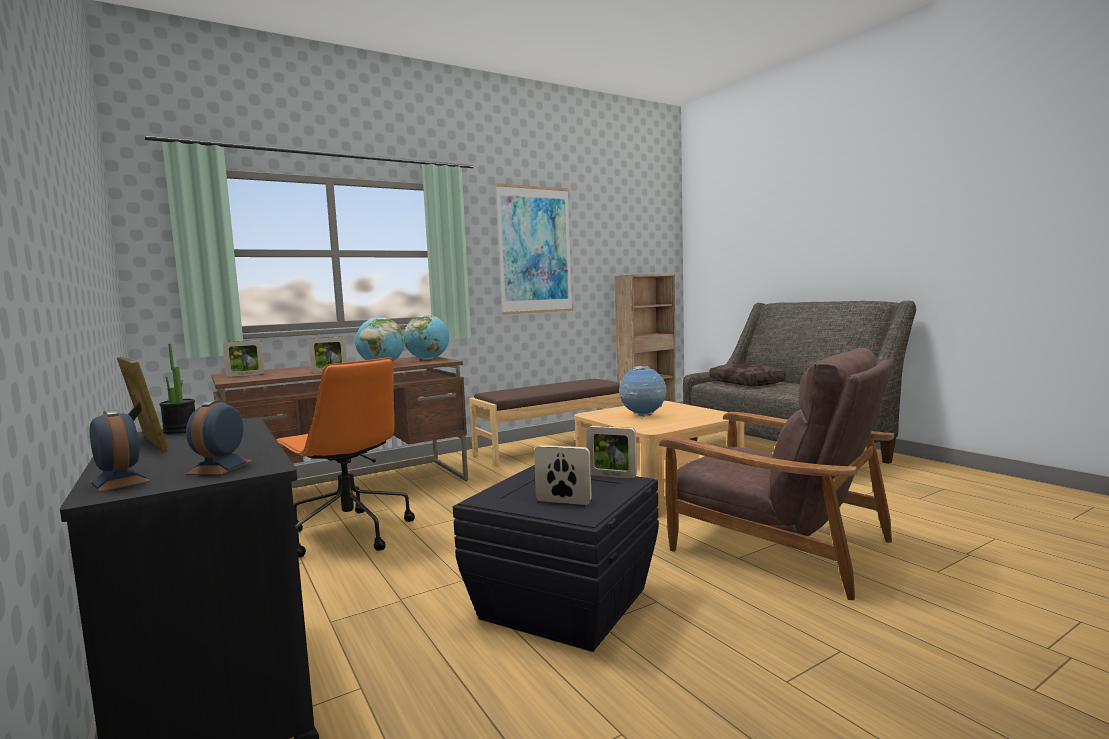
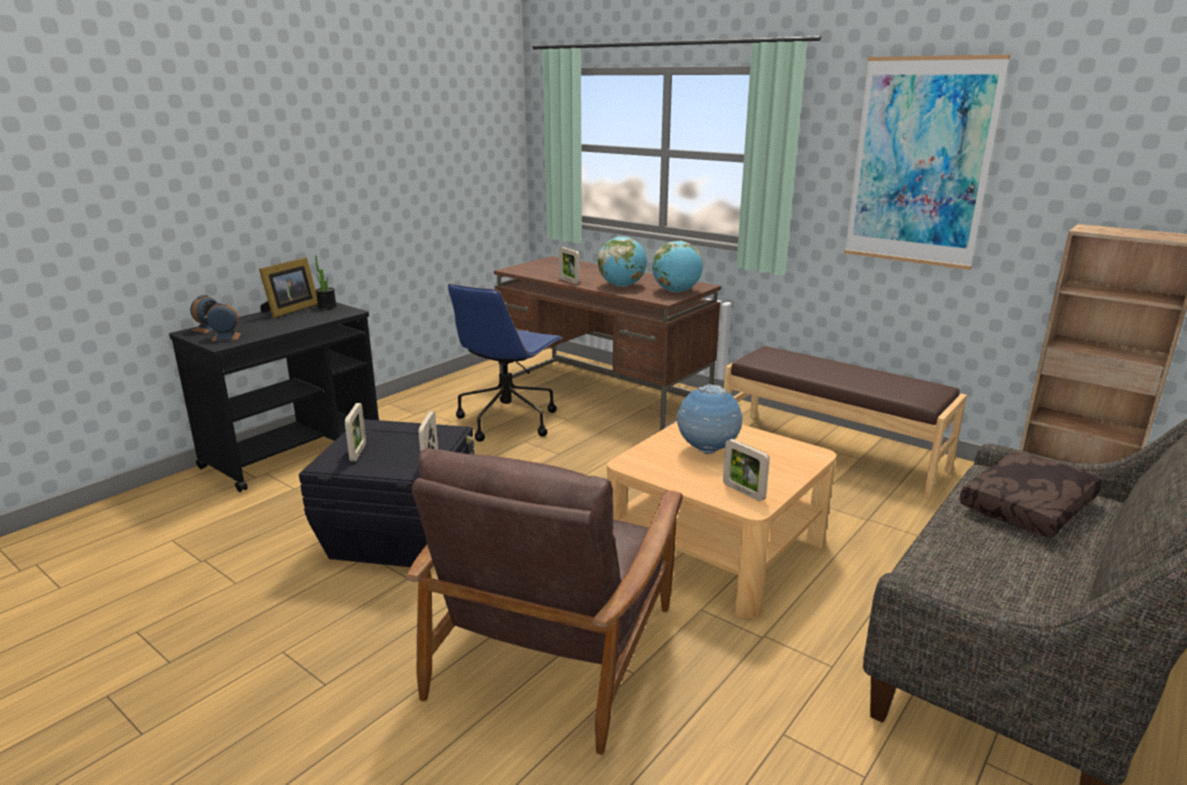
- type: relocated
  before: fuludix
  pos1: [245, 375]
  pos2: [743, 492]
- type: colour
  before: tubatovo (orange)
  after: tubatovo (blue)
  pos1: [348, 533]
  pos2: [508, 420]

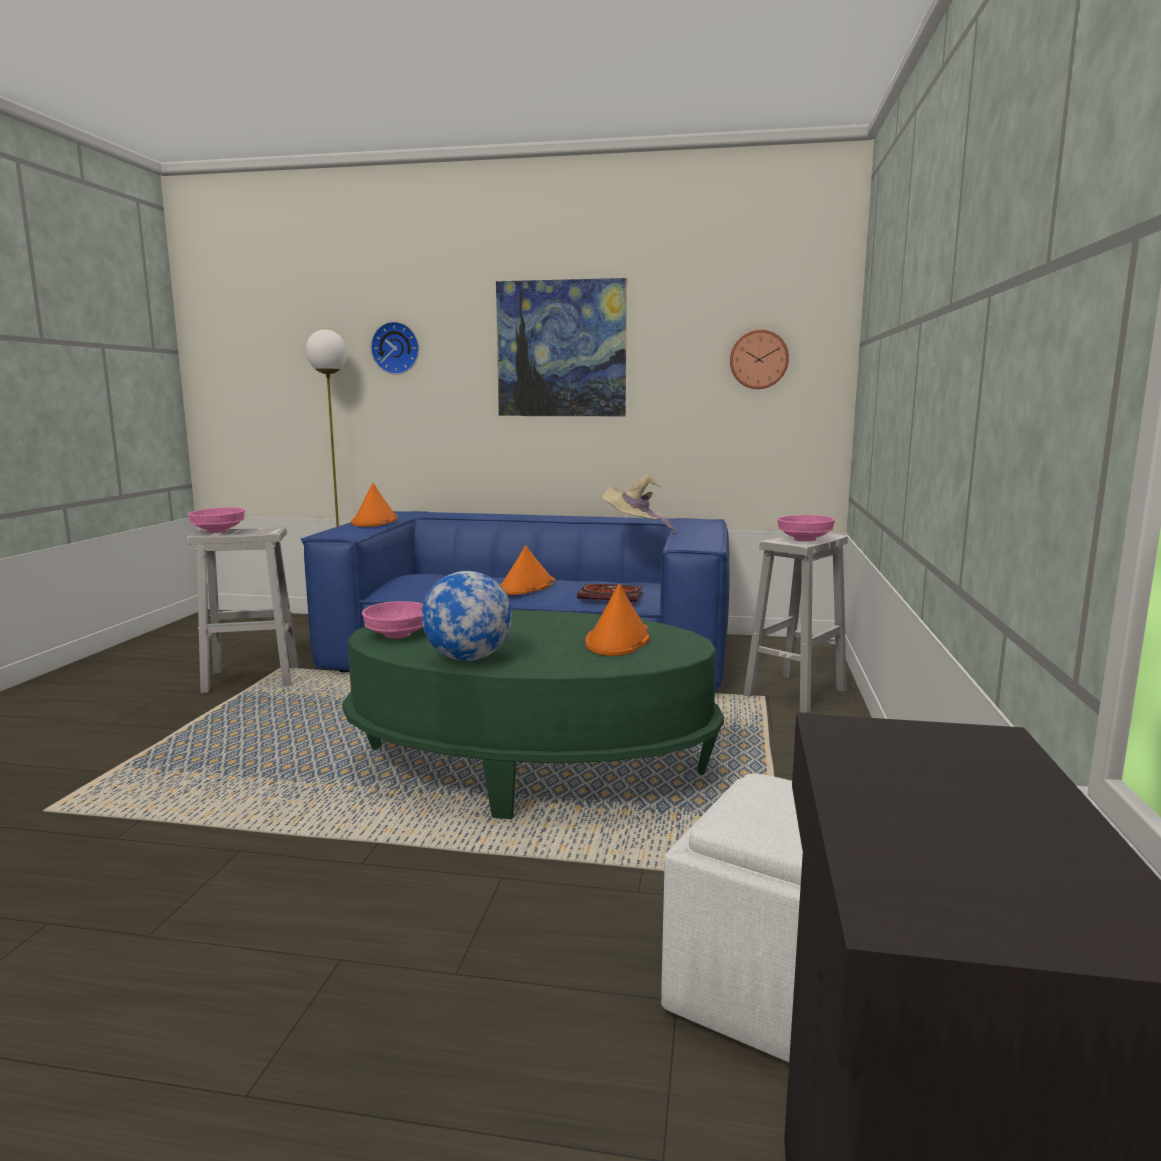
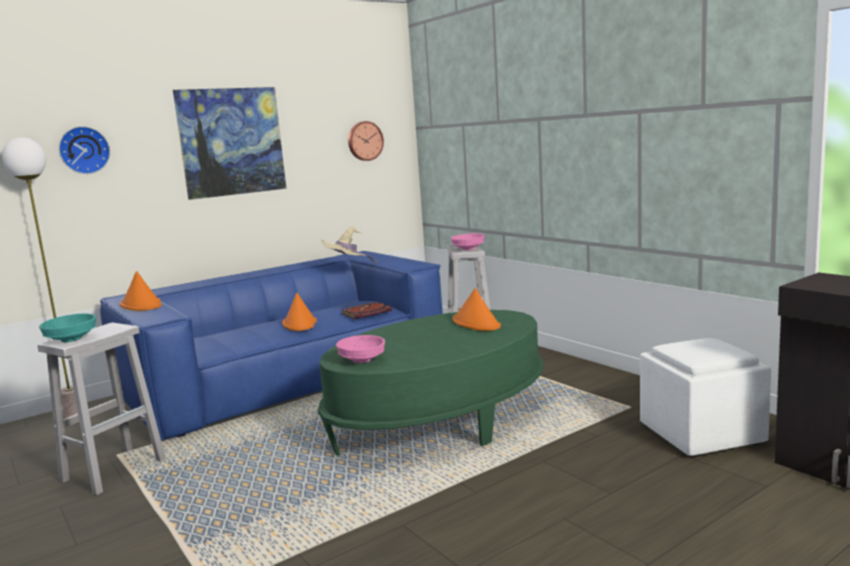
- type: colour
  before: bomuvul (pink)
  after: bomuvul (turquoise)
  pos1: [218, 531]
  pos2: [70, 339]
- type: missing
  before: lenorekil
  pos1: [468, 659]

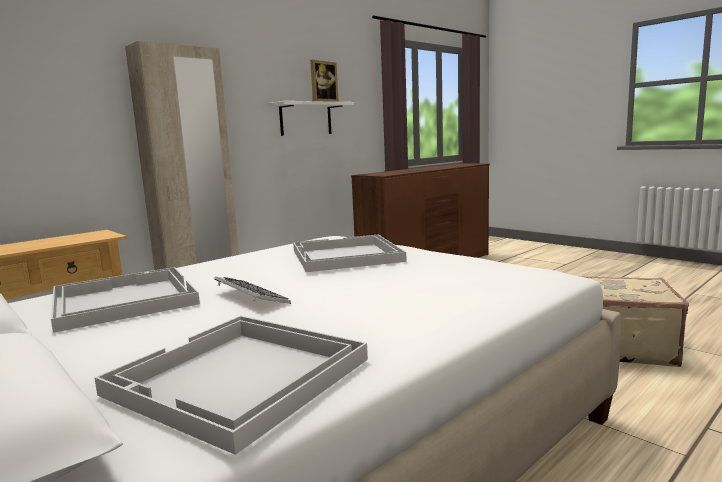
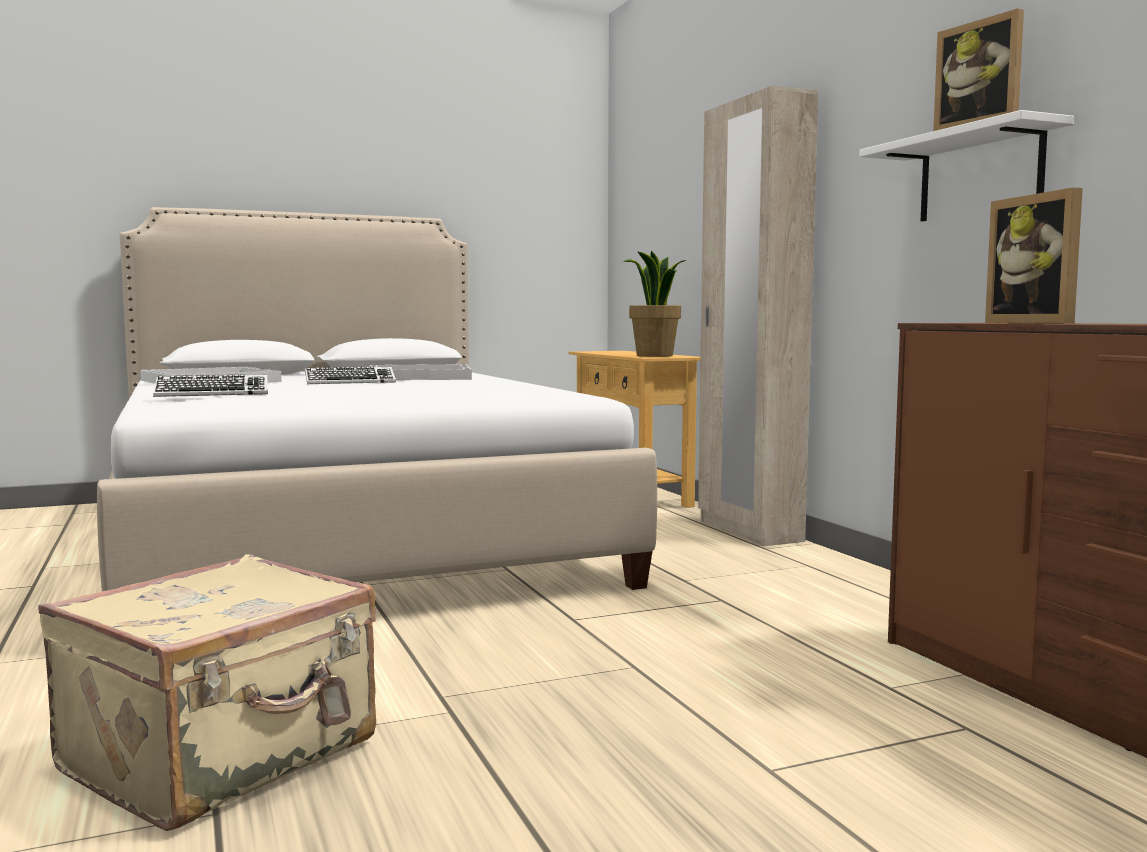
- type: missing
  before: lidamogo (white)
  pos1: [345, 256]
- type: appeared
  after: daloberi
  pos2: [212, 394]
- type: appeared
  after: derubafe
  pos2: [654, 356]
- type: appeared
  after: fuludix
  pos2: [1038, 323]

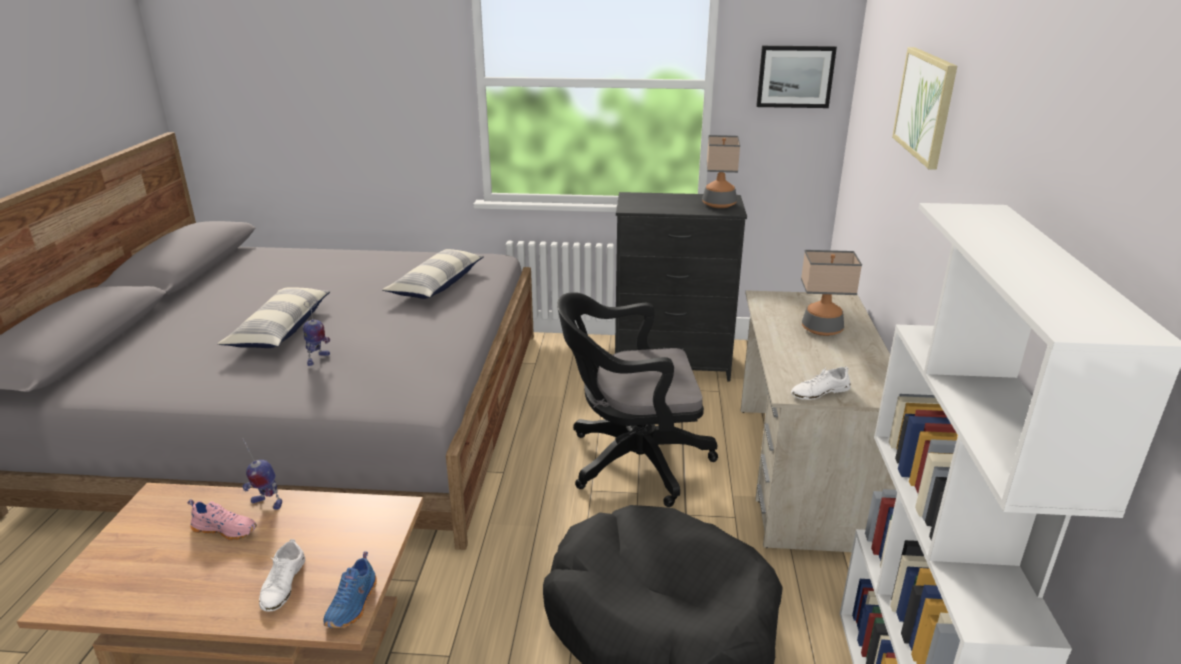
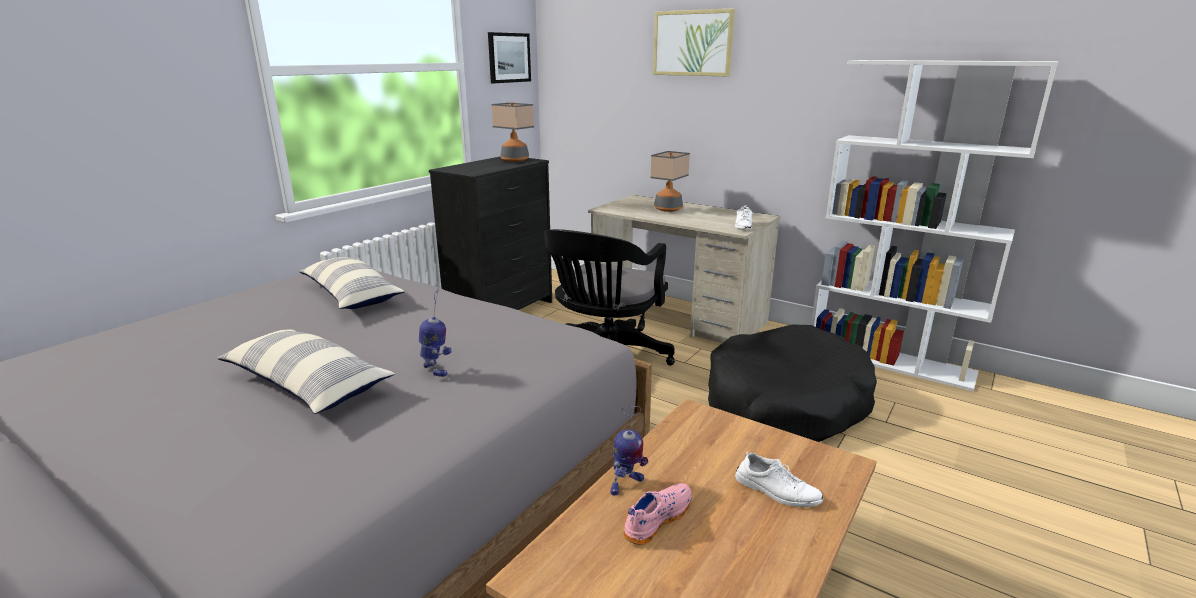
- type: missing
  before: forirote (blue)
  pos1: [353, 604]

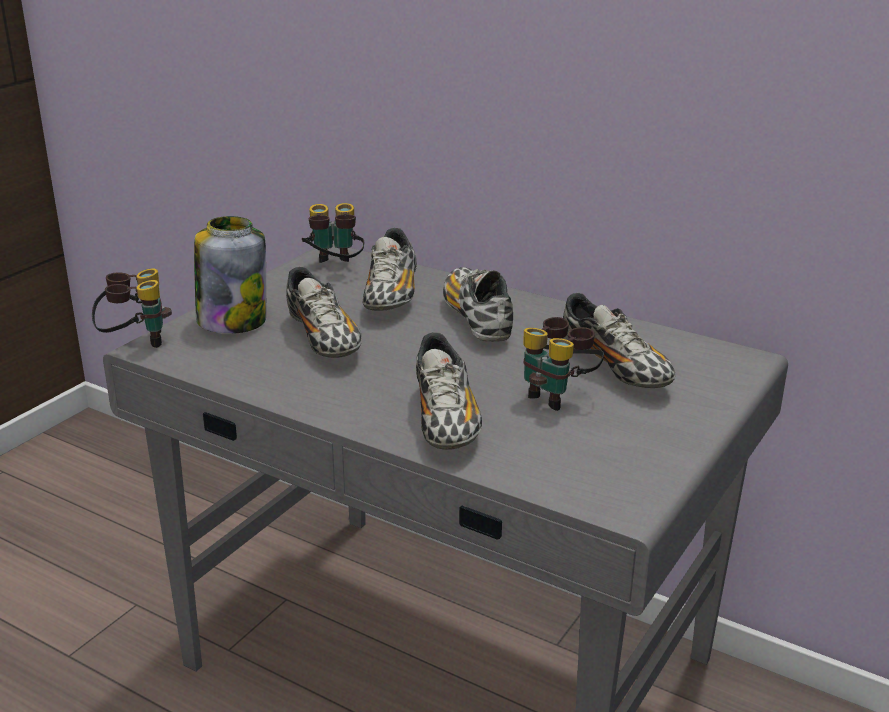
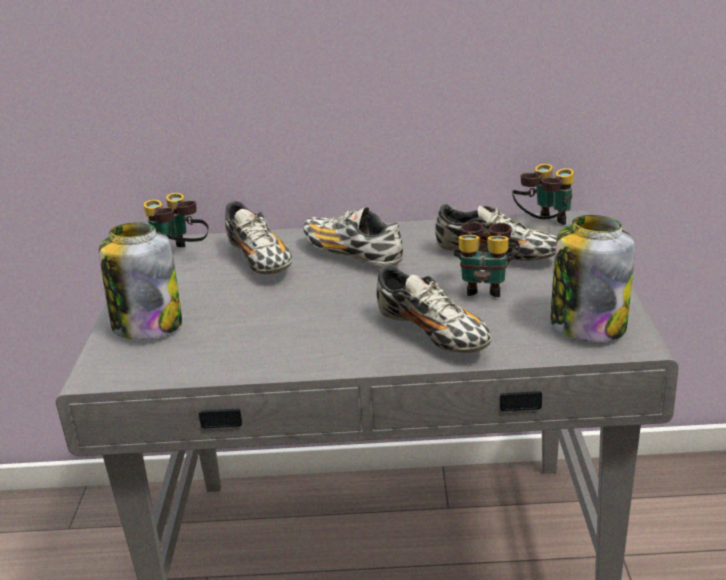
- type: relocated
  before: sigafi
  pos1: [136, 342]
  pos2: [543, 226]
- type: missing
  before: forirote
  pos1: [324, 340]
- type: appeared
  after: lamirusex
  pos2: [587, 325]

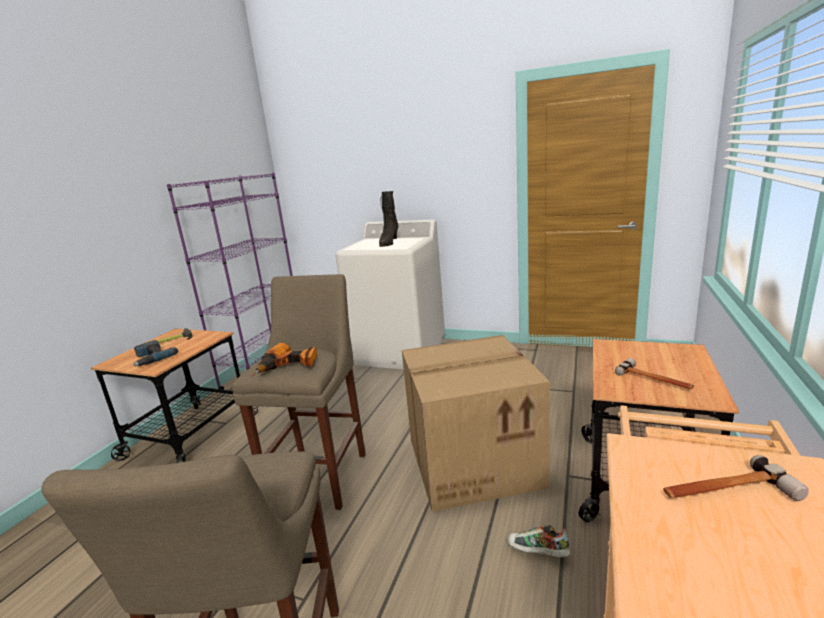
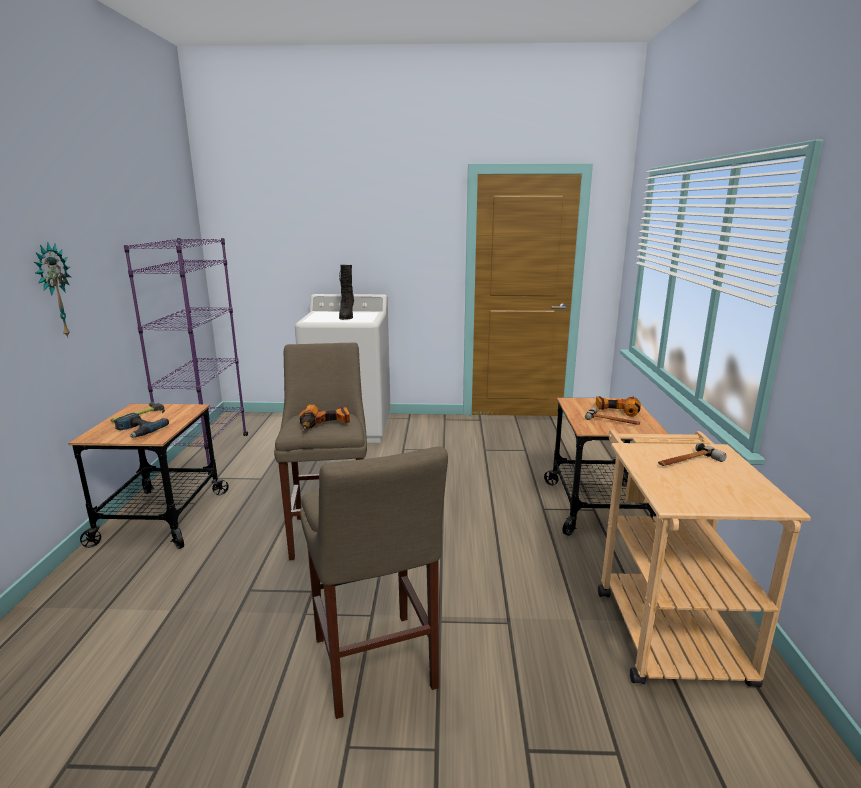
- type: missing
  before: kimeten
  pos1: [474, 460]
- type: missing
  before: forirote
  pos1: [537, 553]
- type: appeared
  after: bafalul
  pos2: [53, 291]
- type: appeared
  after: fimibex
  pos2: [617, 409]

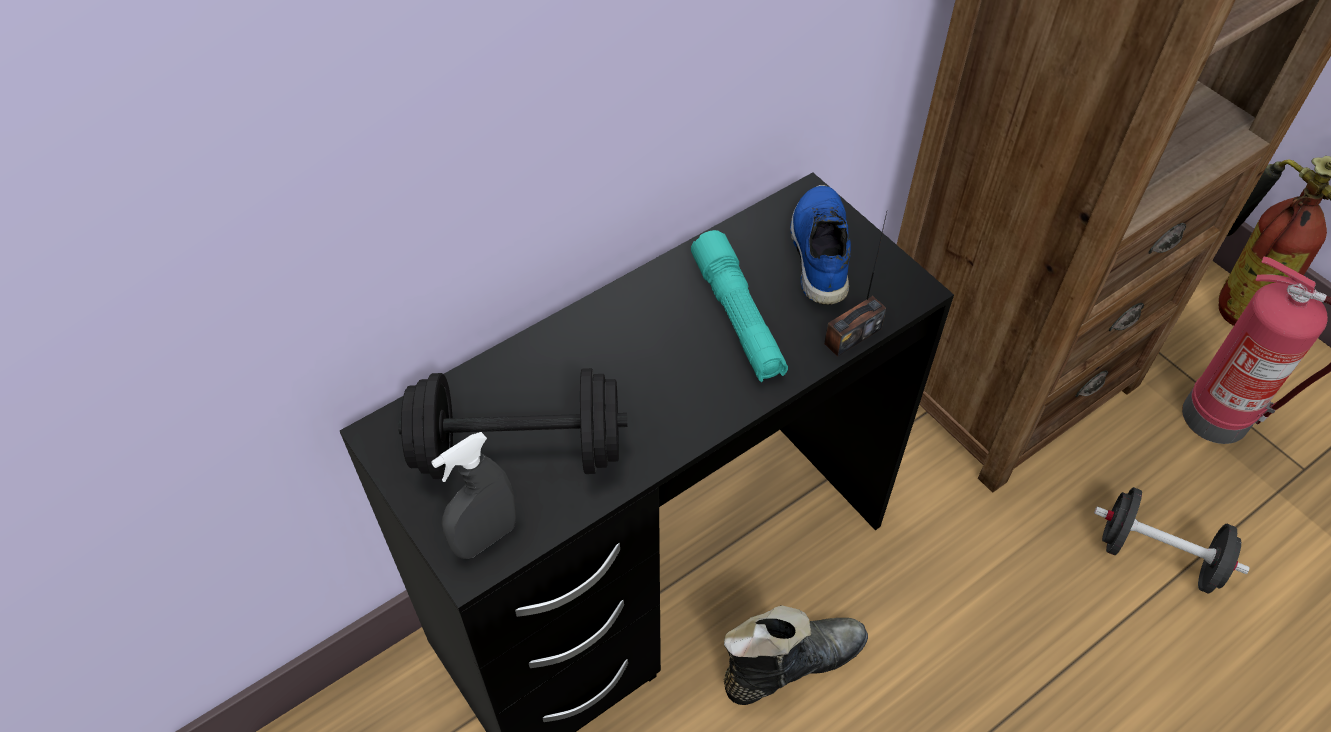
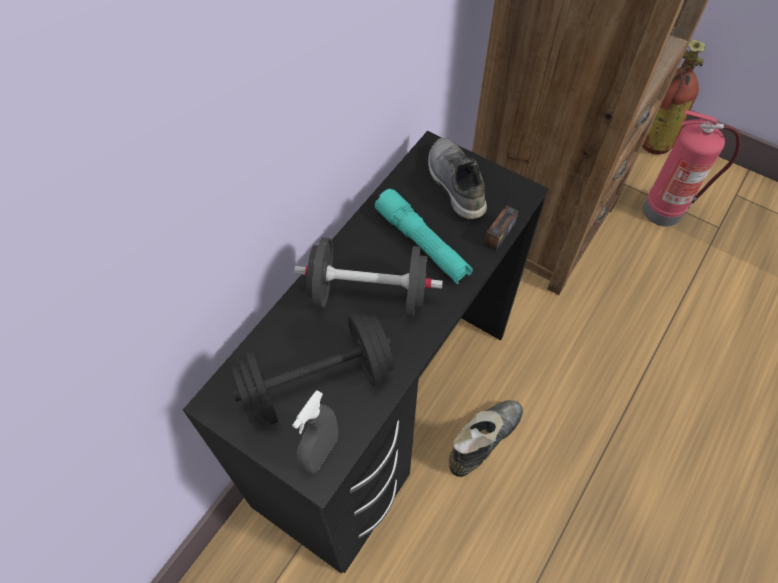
- type: colour
  before: forirote (blue)
  after: forirote (grey)
  pos1: [818, 252]
  pos2: [454, 184]
- type: relocated
  before: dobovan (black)
  pos1: [1157, 556]
  pos2: [369, 295]

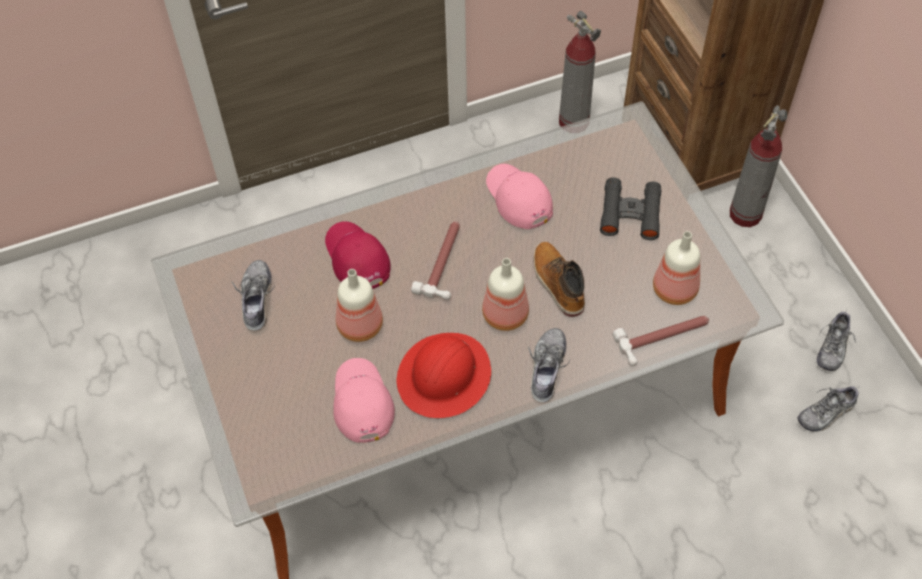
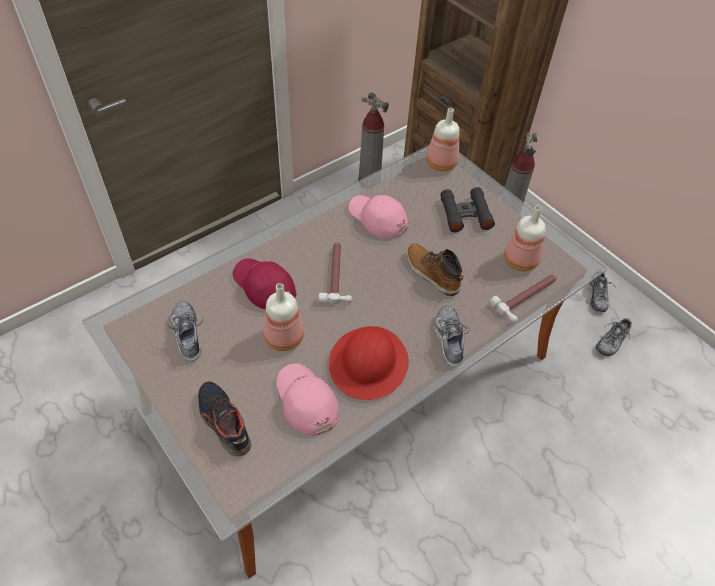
- type: relocated
  before: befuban
  pos1: [505, 313]
  pos2: [441, 163]
- type: appeared
  after: forirote
  pos2: [224, 422]

